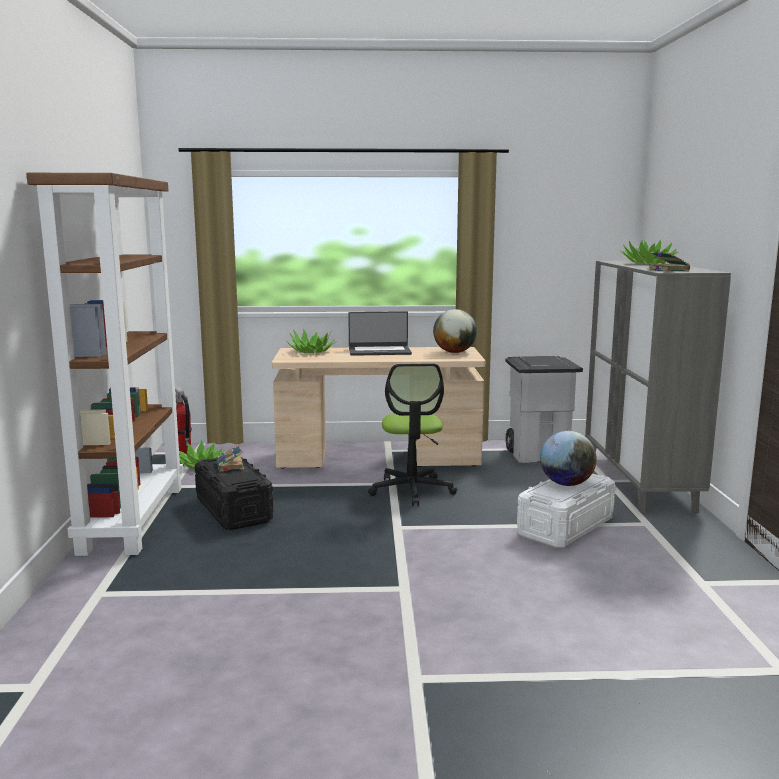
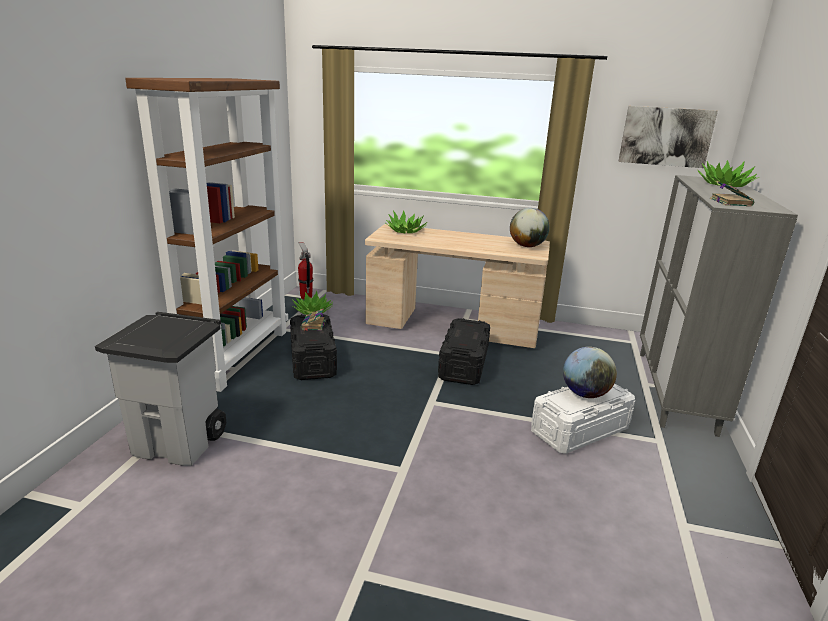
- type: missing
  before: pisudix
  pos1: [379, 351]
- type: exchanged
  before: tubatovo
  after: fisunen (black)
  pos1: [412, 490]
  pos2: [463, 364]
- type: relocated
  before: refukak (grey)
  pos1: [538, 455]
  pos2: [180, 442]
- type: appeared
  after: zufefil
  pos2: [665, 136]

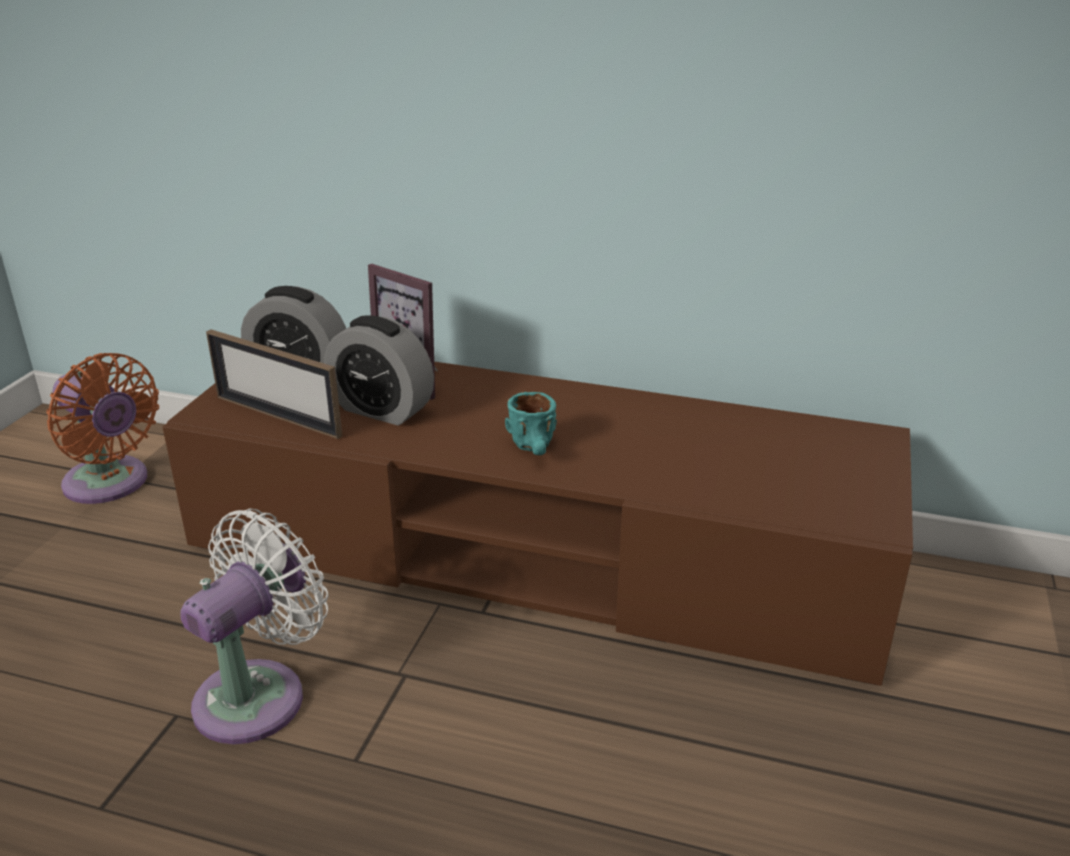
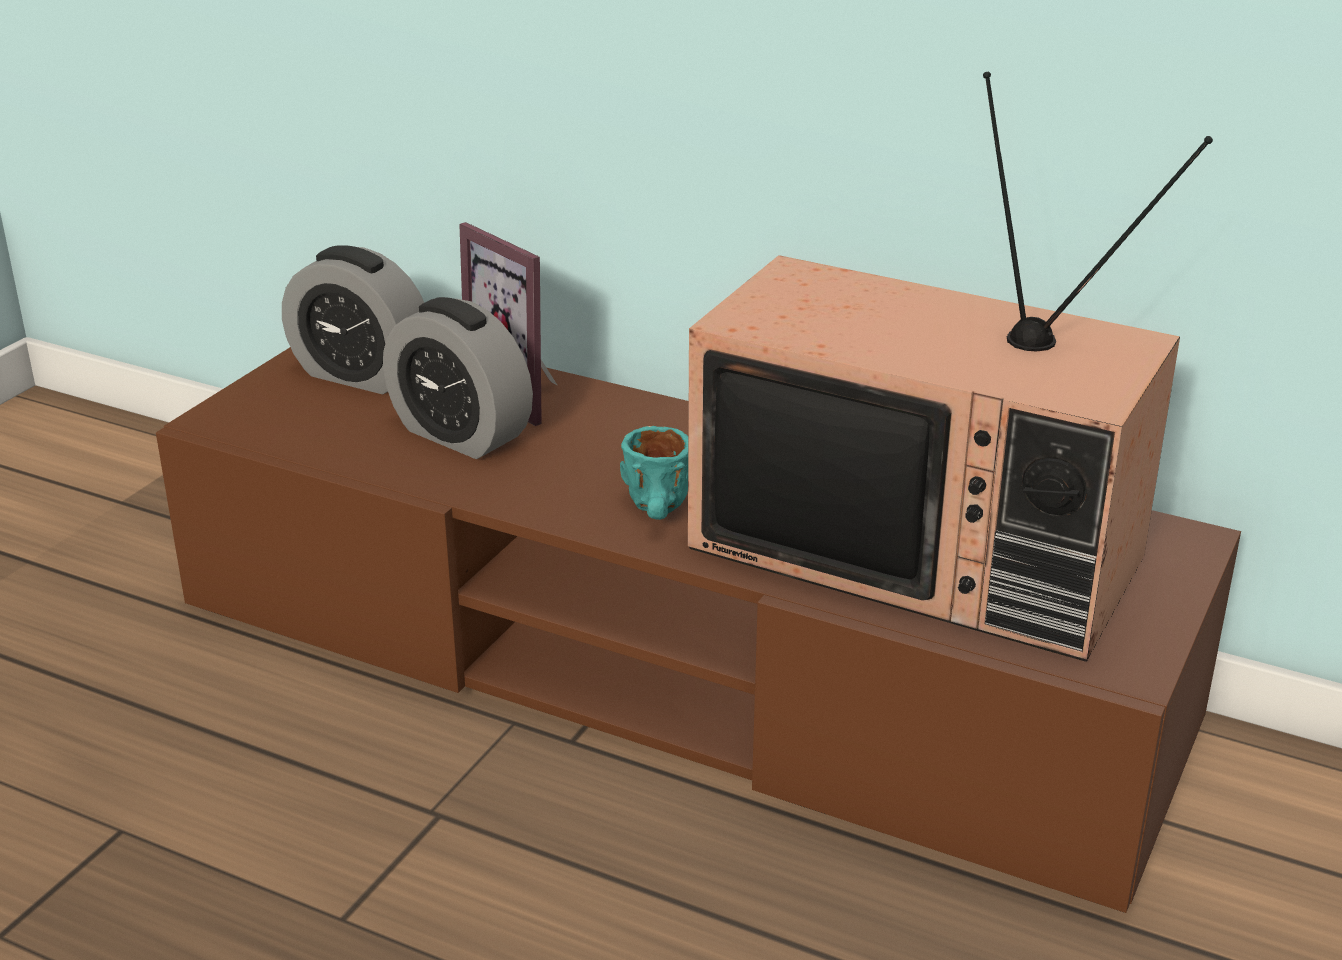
- type: missing
  before: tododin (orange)
  pos1: [110, 484]
- type: missing
  before: tododin (white)
  pos1: [259, 694]
- type: missing
  before: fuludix
  pos1: [278, 416]
- type: appeared
  after: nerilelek
  pos2: [924, 551]

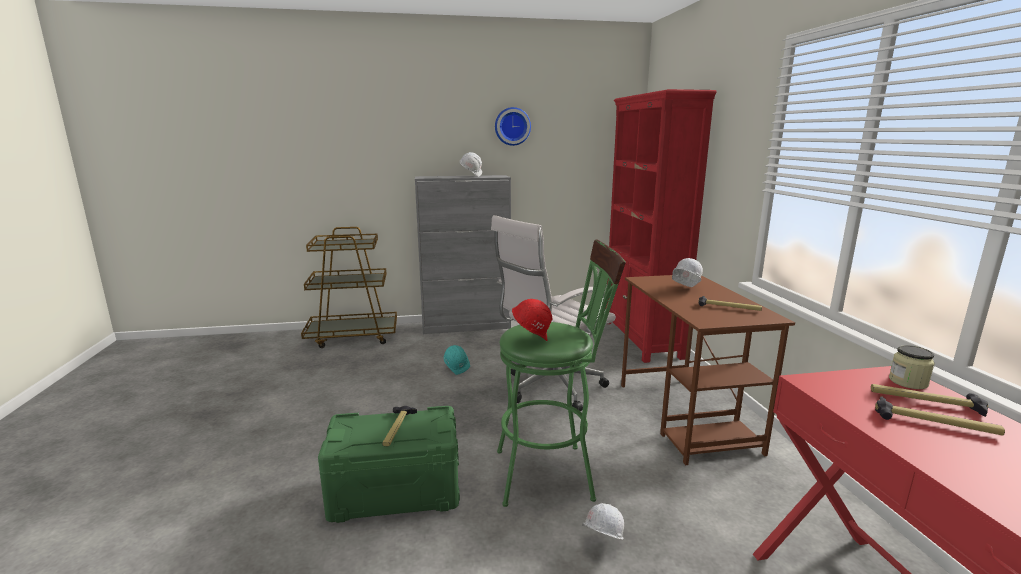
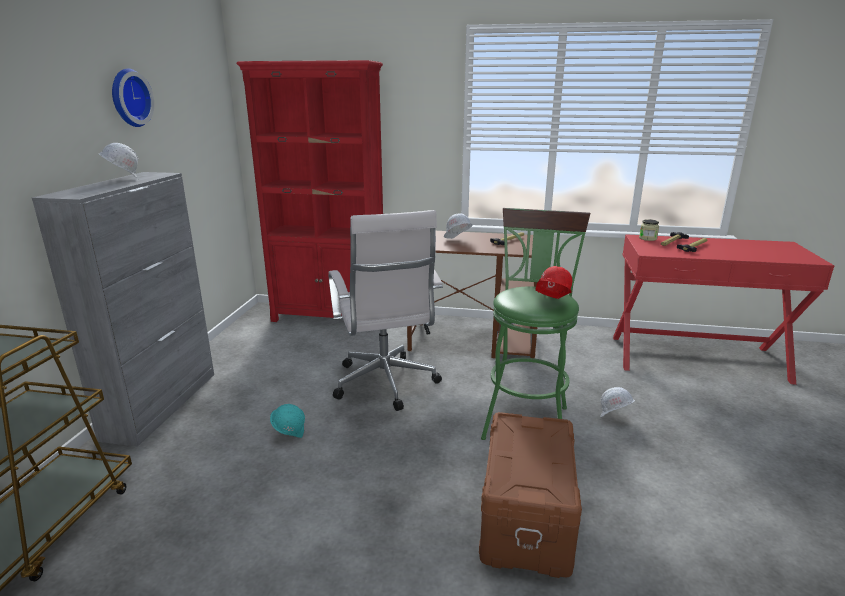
- type: colour
  before: fisunen (green)
  after: fisunen (brown)
  pos1: [395, 492]
  pos2: [527, 518]
- type: missing
  before: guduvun
  pos1: [397, 429]

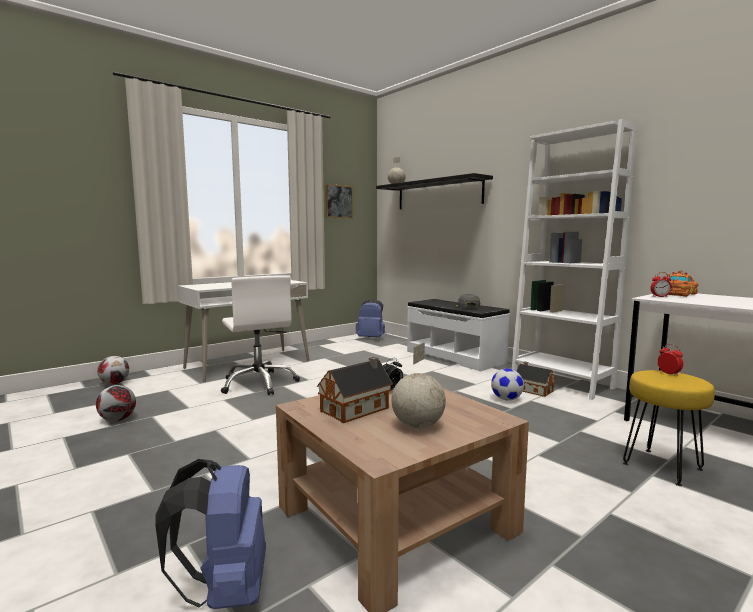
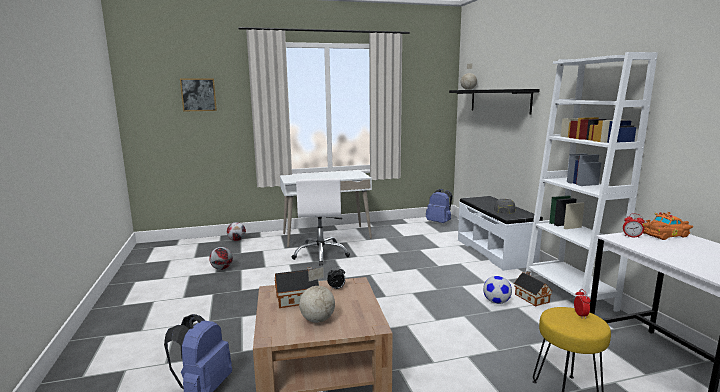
- type: relocated
  before: zufefil
  pos1: [338, 201]
  pos2: [198, 94]

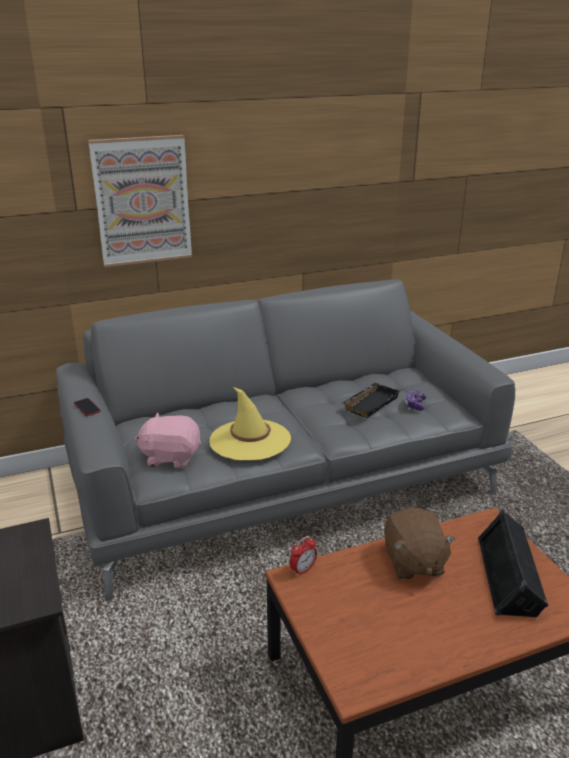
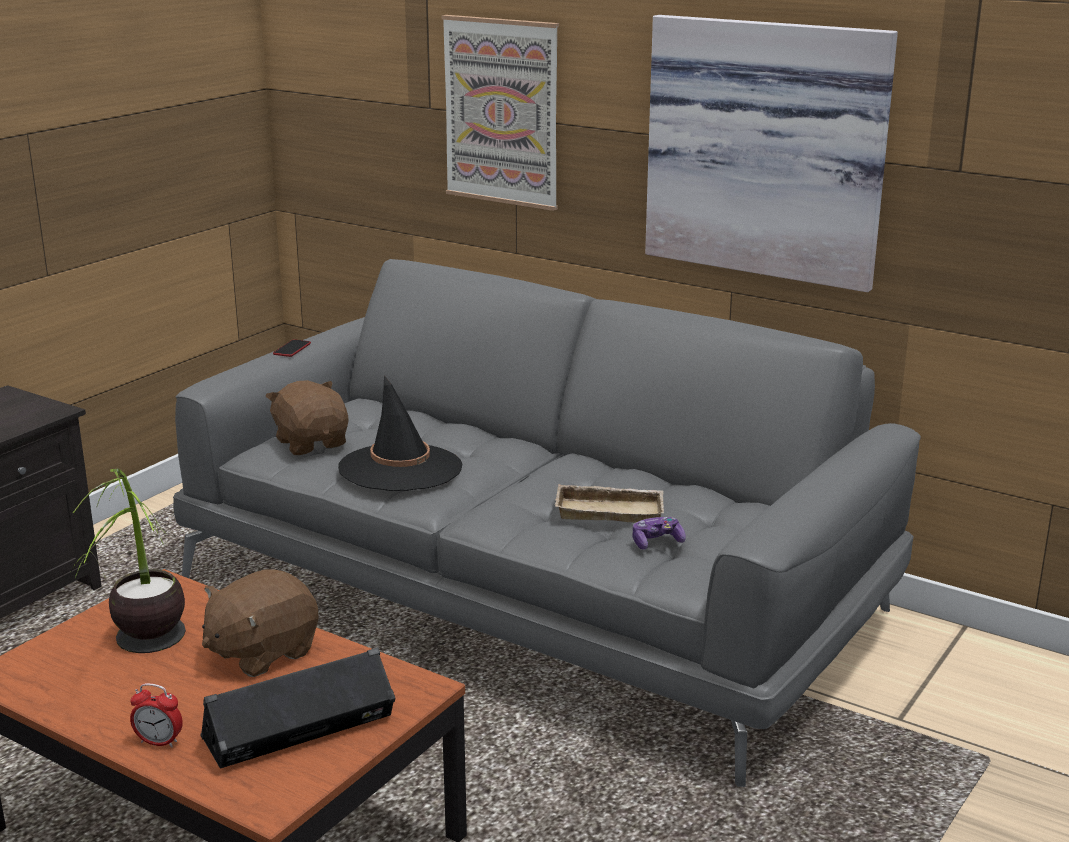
- type: colour
  before: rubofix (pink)
  after: rubofix (brown)
  pos1: [171, 457]
  pos2: [312, 443]
- type: colour
  before: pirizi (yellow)
  after: pirizi (black)
  pos1: [250, 440]
  pos2: [400, 468]
- type: relocated
  before: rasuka
  pos1: [303, 570]
  pos2: [159, 742]
- type: colour
  before: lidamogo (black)
  after: lidamogo (beige)
  pos1: [370, 403]
  pos2: [611, 510]
- type: appeared
  after: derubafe
  pos2: [145, 657]
- type: appeared
  after: zufefil
  pos2: [768, 149]

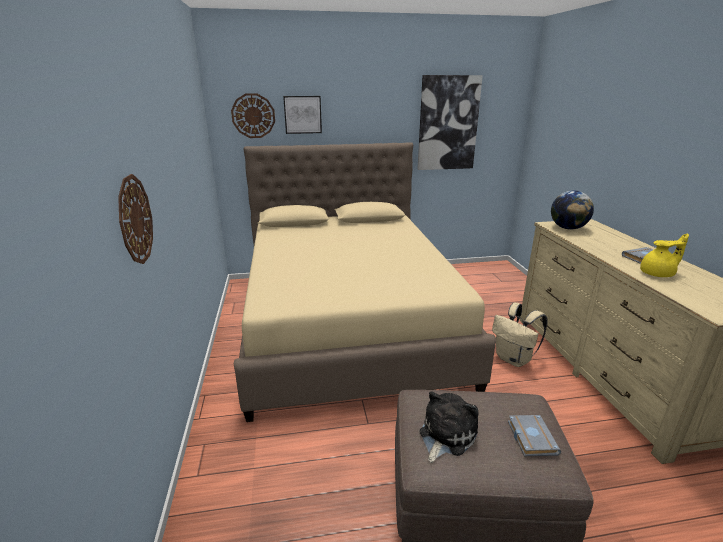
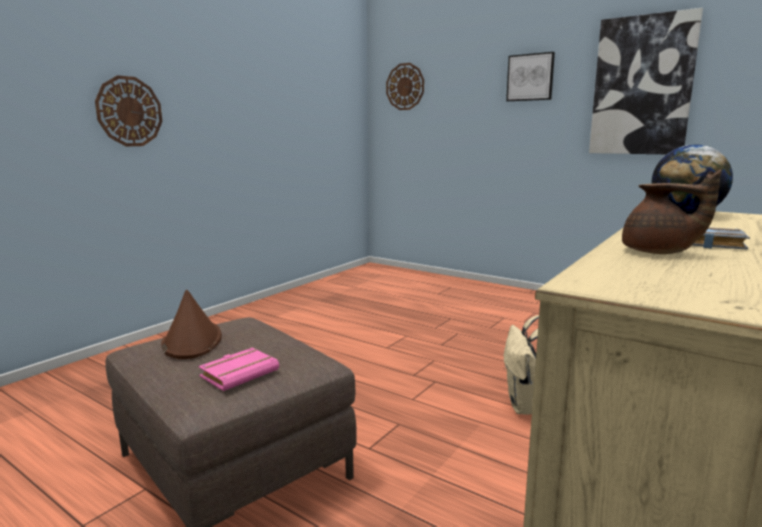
- type: missing
  before: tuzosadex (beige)
  pos1: [348, 323]
- type: relocated
  before: zufefil
  pos1: [302, 114]
  pos2: [530, 77]
- type: exchanged
  before: rubofix
  after: pirizi (brown)
  pos1: [445, 435]
  pos2: [192, 341]
- type: colour
  before: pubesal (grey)
  after: pubesal (pink)
  pos1: [530, 437]
  pos2: [239, 373]
- type: colour
  before: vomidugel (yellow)
  after: vomidugel (brown)
  pos1: [658, 274]
  pos2: [658, 252]

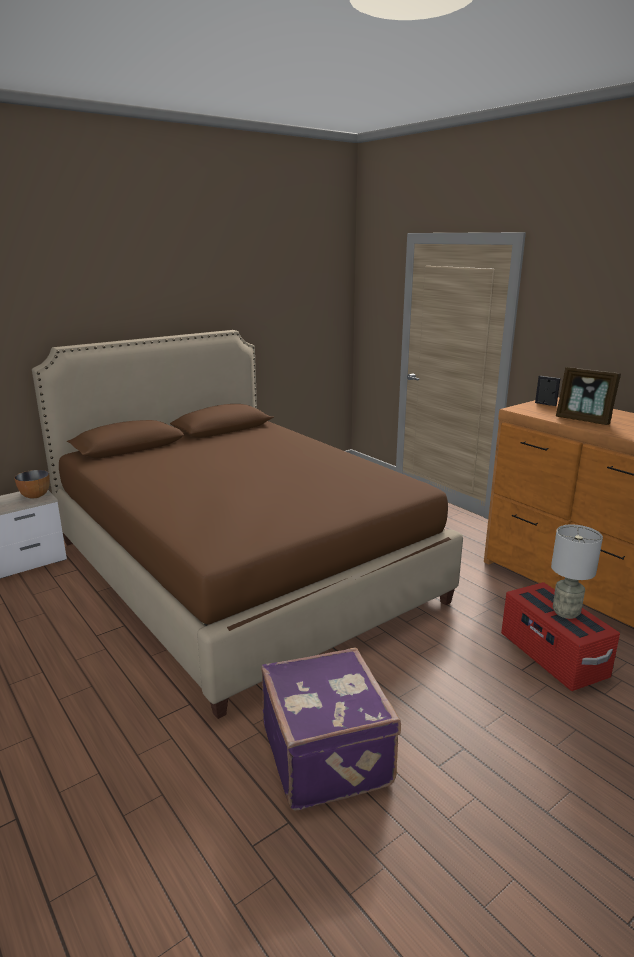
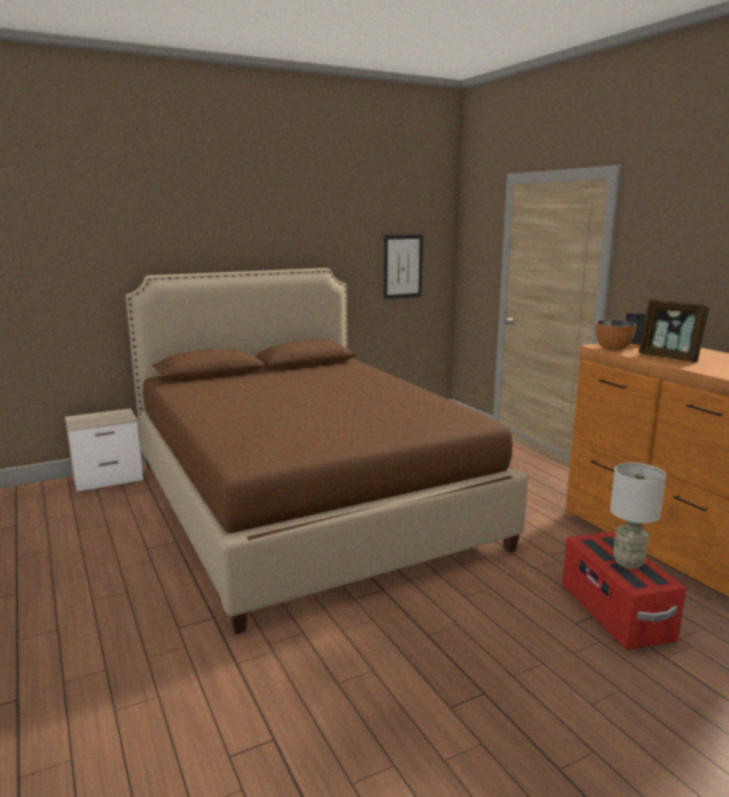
- type: relocated
  before: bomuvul
  pos1: [35, 496]
  pos2: [612, 349]
- type: missing
  before: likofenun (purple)
  pos1: [328, 754]
- type: appeared
  after: zufefil
  pos2: [403, 266]

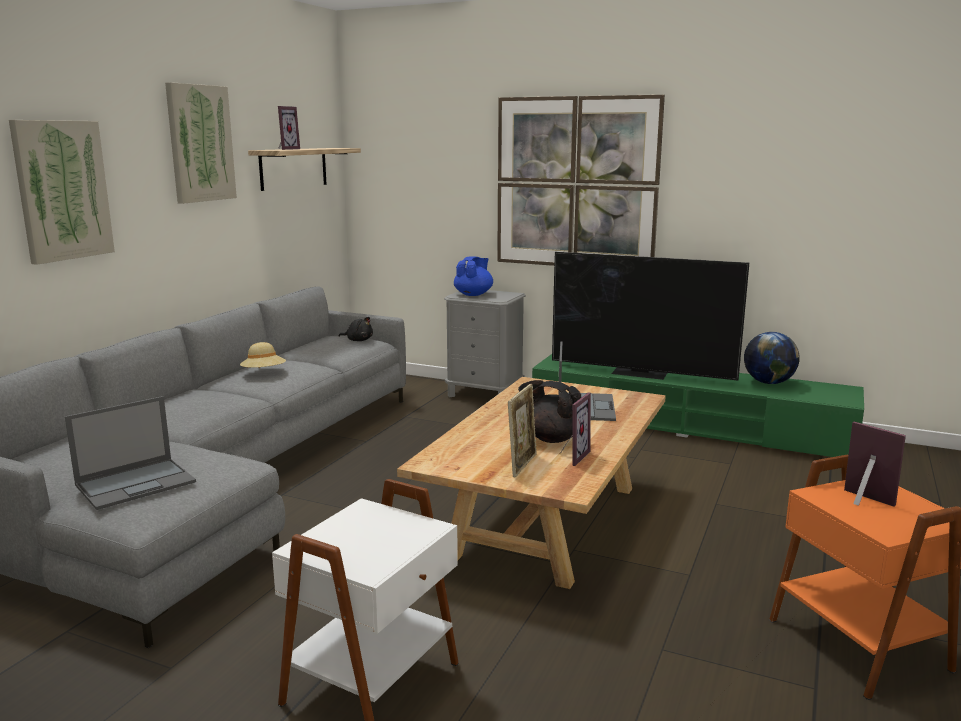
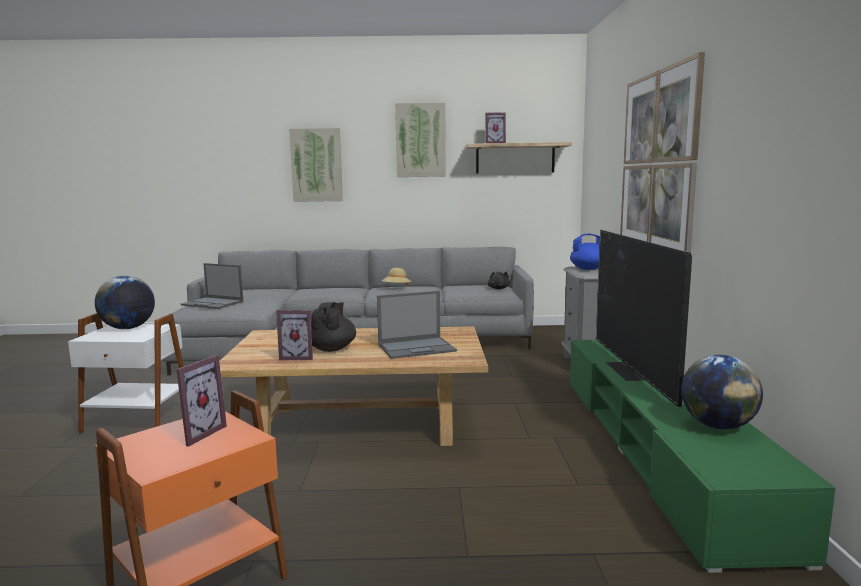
- type: missing
  before: fuludix
  pos1: [522, 465]
- type: appeared
  after: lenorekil
  pos2: [128, 328]

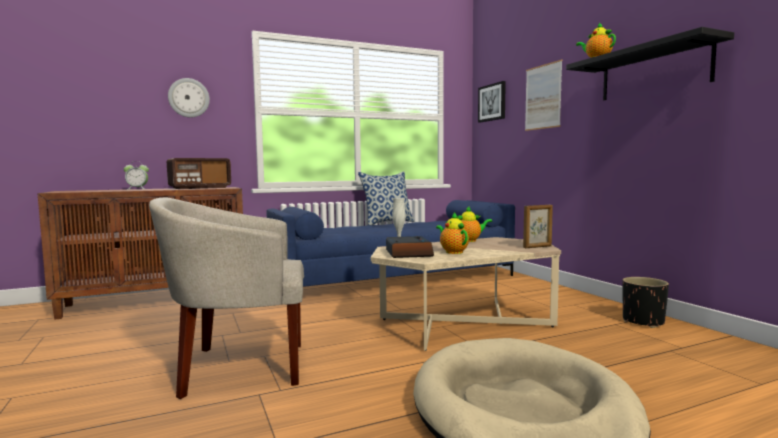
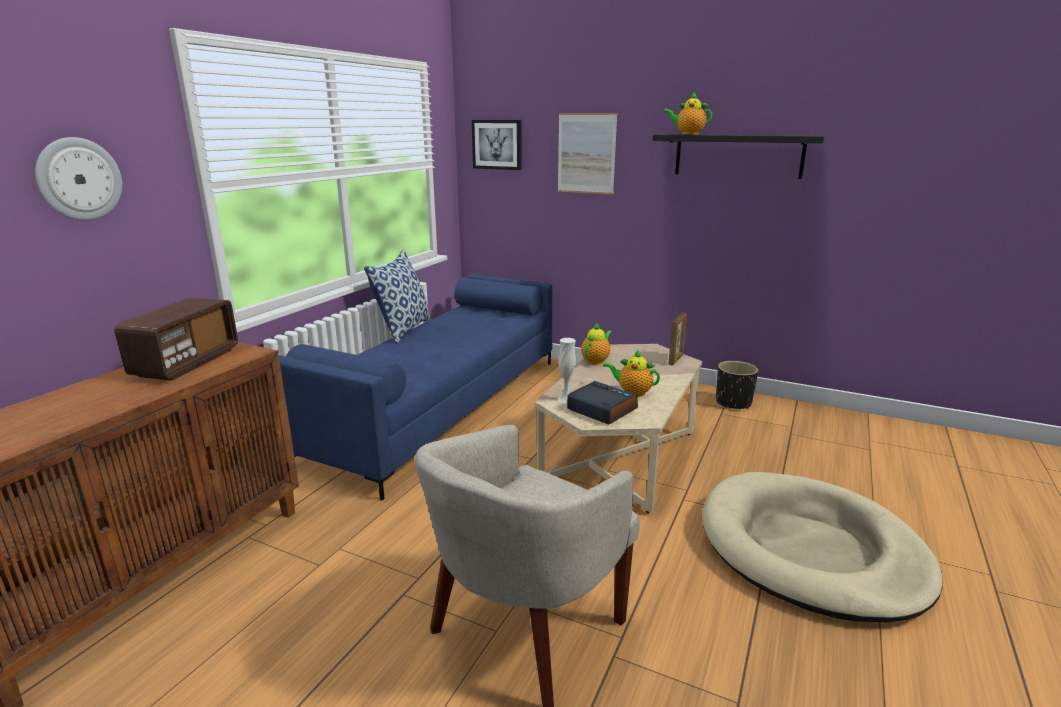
- type: missing
  before: rasuka
  pos1: [137, 189]

